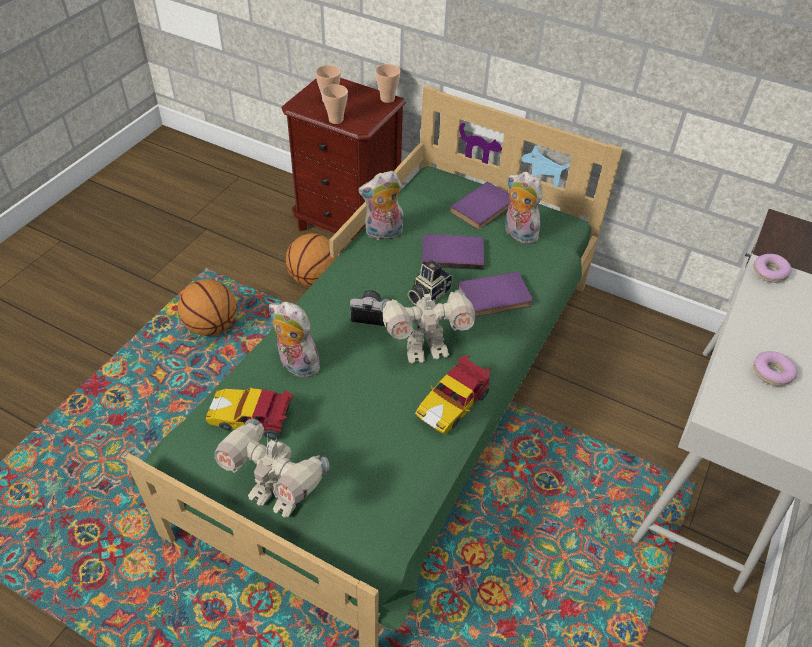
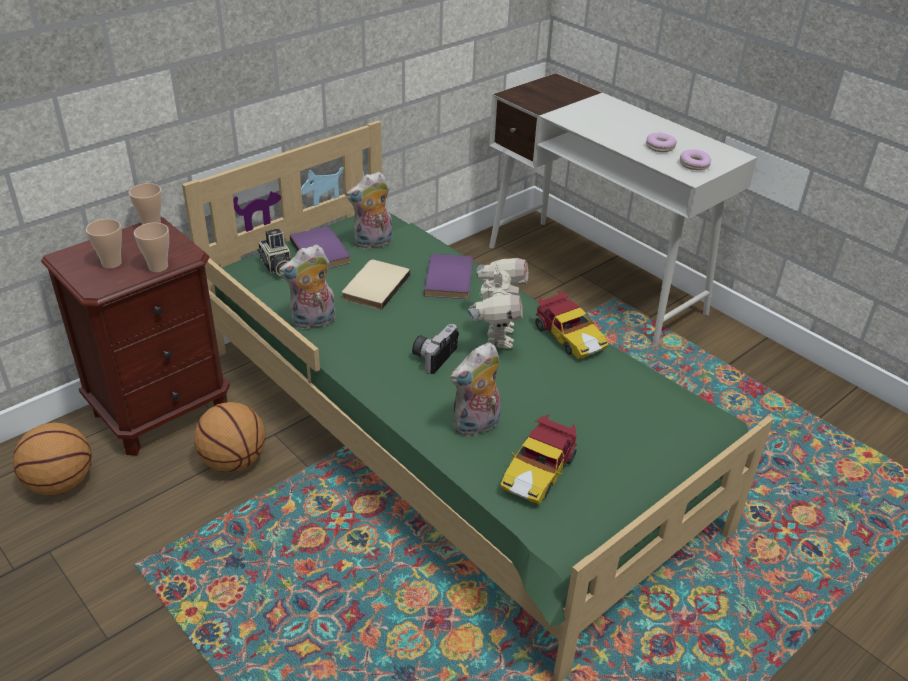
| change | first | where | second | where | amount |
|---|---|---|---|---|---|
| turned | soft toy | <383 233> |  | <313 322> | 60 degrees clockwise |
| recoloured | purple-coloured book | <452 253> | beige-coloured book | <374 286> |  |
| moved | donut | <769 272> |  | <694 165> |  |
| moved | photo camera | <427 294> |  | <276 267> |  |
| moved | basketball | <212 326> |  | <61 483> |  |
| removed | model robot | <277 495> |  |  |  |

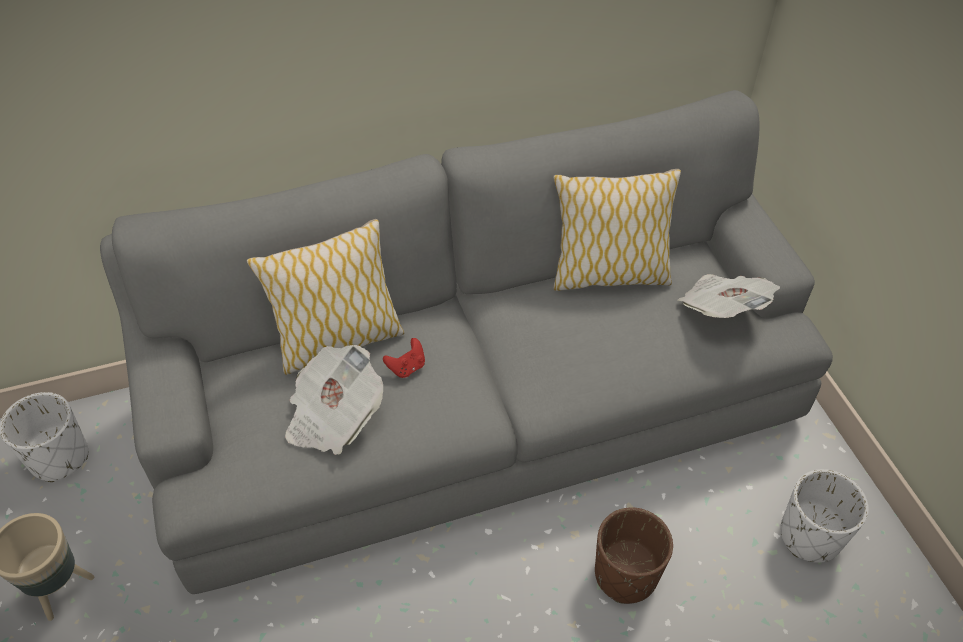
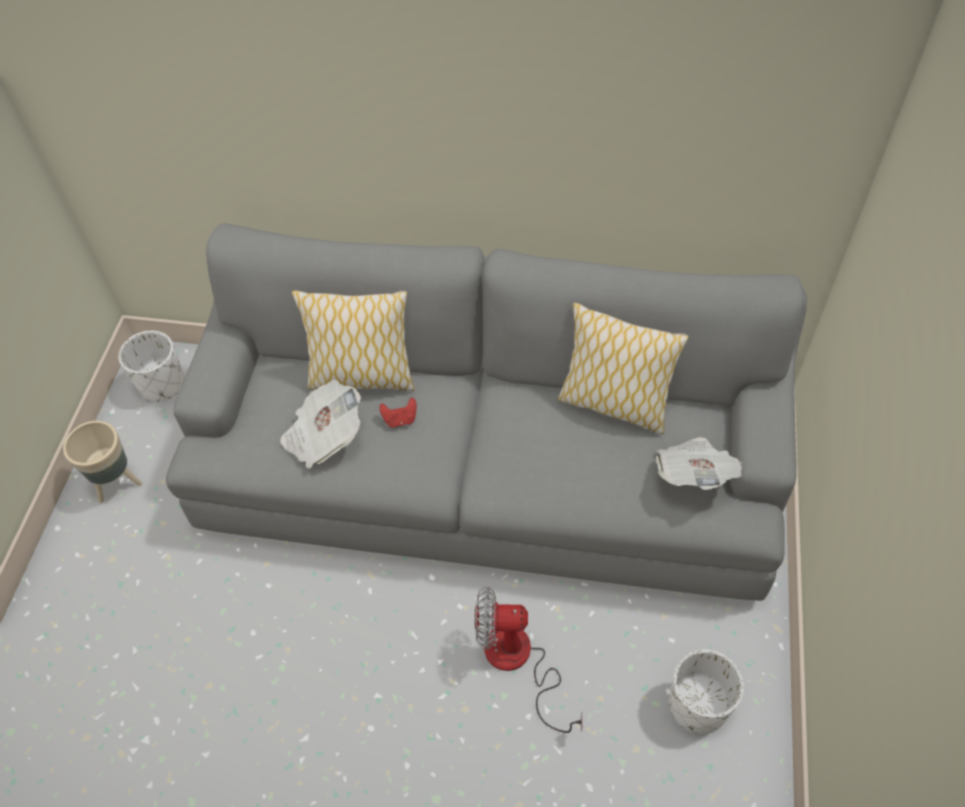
| change | first | where | second | where | amount |
|---|---|---|---|---|---|
| replaced | brownish planter | <625 575> | cooling fan | <518 662> |  |

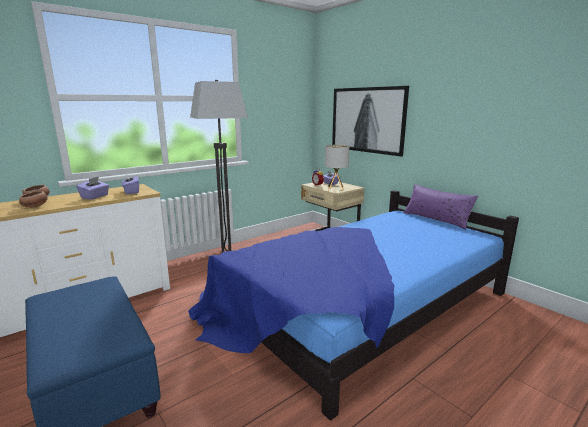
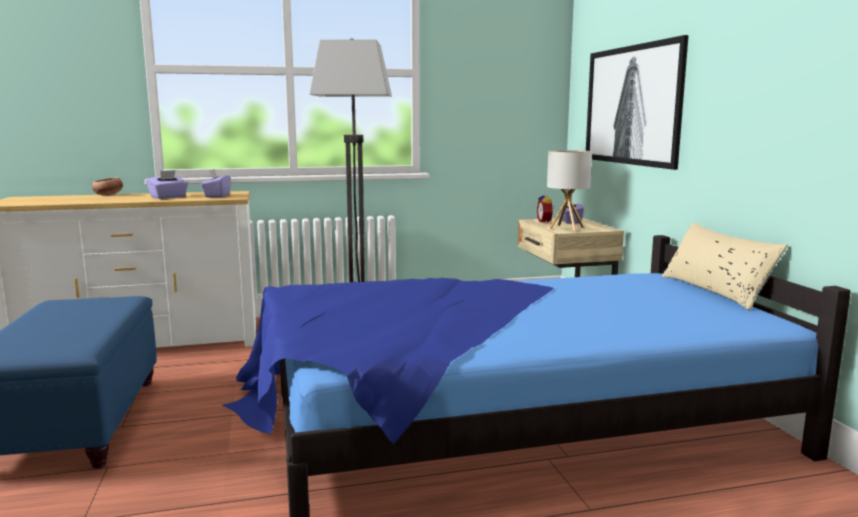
| change | first | where | second | where | amount |
|---|---|---|---|---|---|
| recoloured | purple-coloured throw pillow | <436 219> | beige-coloured throw pillow | <715 291> |  |
| removed | deep dish | <35 206> |  |  |  |

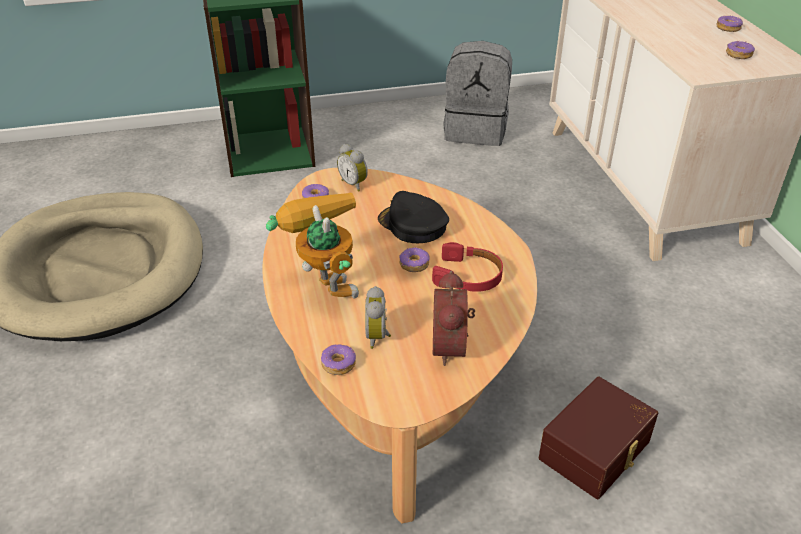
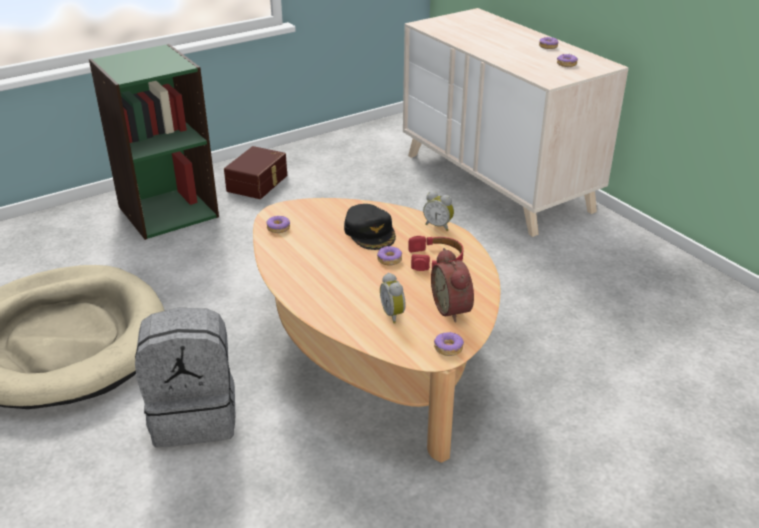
| change | first | where | second | where | amount |
|---|---|---|---|---|---|
| moved | greyish knapsack | <476 130> |  | <195 416> |  |
| moved | alarm clock | <354 184> |  | <438 225> |  |
| turned | blackish peaked cap | <412 225> |  | <370 232> | 135 degrees counterclockwise |
| removed | model robot | <323 283> |  |  |  |
| moved | donut | <338 364> |  | <448 348> |  |
| moved | brownish storage container | <597 451> |  | <258 183> |  |

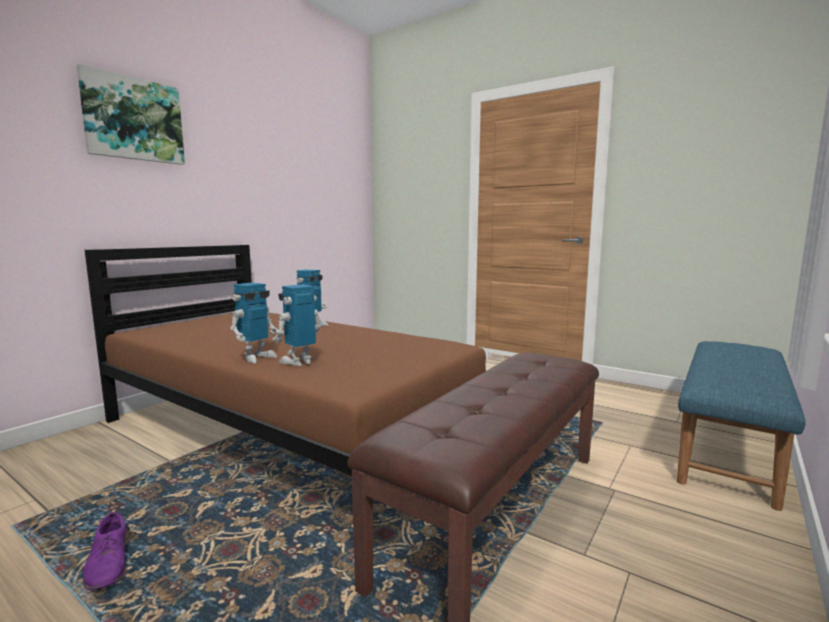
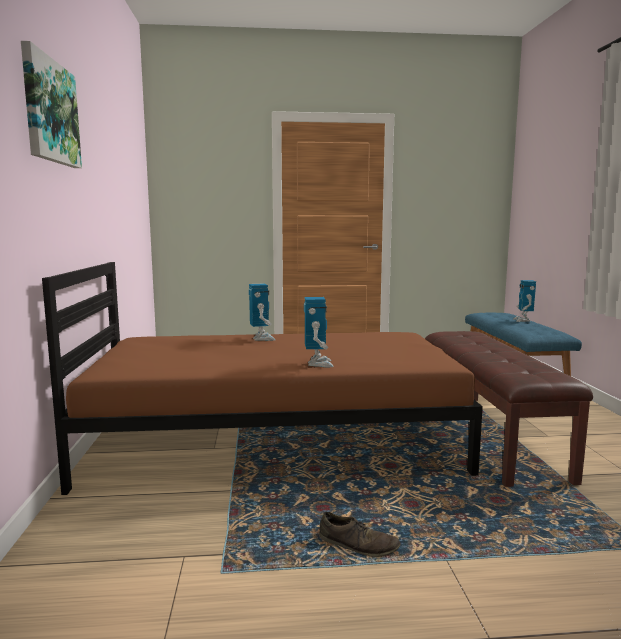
| change | first | where | second | where | amount |
|---|---|---|---|---|---|
| moved | model robot | <299 362> |  | <523 320> |  |
| recoloured | purple-coloured shoe | <109 563> | brownish shoe | <358 544> |  |

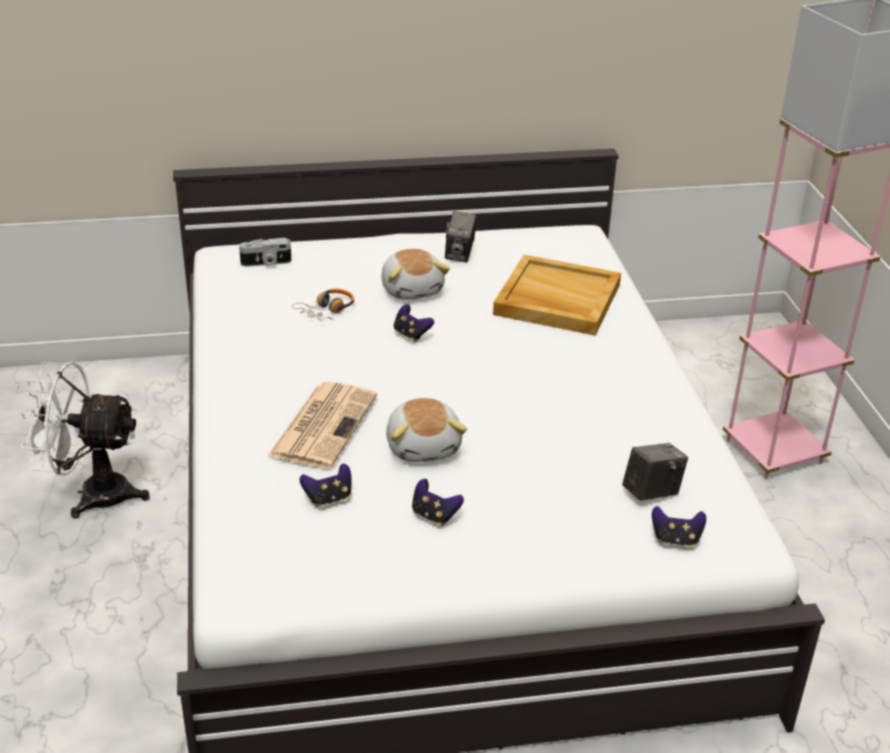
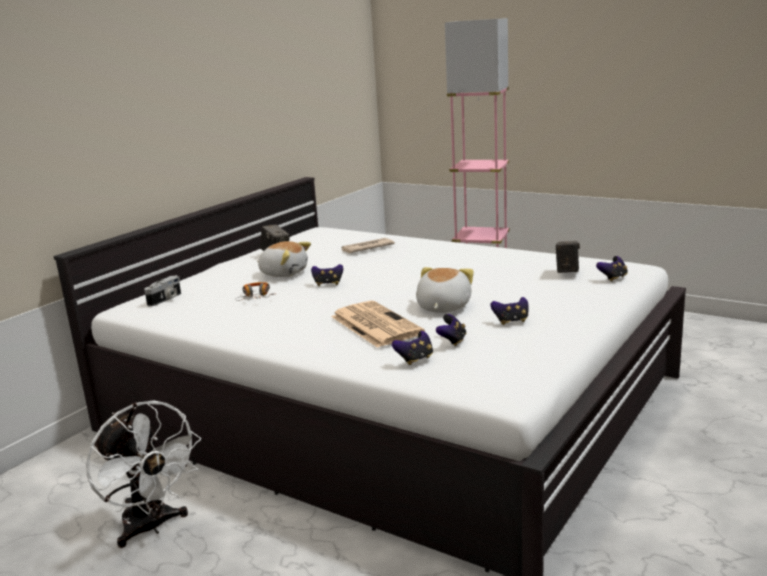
| change | first | where | second | where | amount |
|---|---|---|---|---|---|
| replaced | beige-coloured carrying tray | <556 300> | printed paper | <366 248> |  |
| turned | white cooling fan | <92 494> |  | <151 527> | 90 degrees counterclockwise |
| turned | soft toy | <424 446> |  | <442 307> | 105 degrees counterclockwise |
| added |  |  | game controller | <415 359> |  |

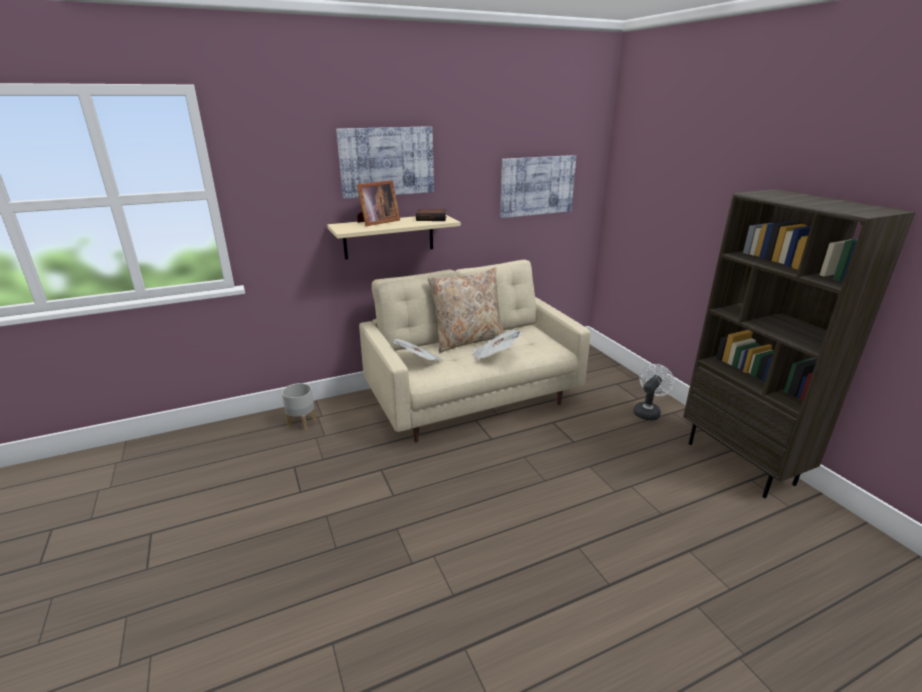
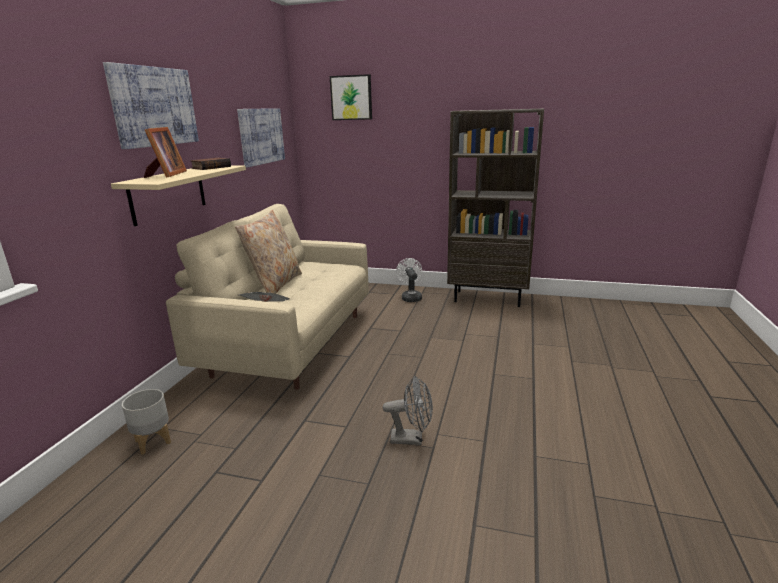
| change | first | where | second | where | amount |
|---|---|---|---|---|---|
| removed | printed paper | <495 356> |  |  |  |
| added |  |  | wall picture | <351 97> |  |
| added |  |  | greyish cooling fan | <412 439> |  |

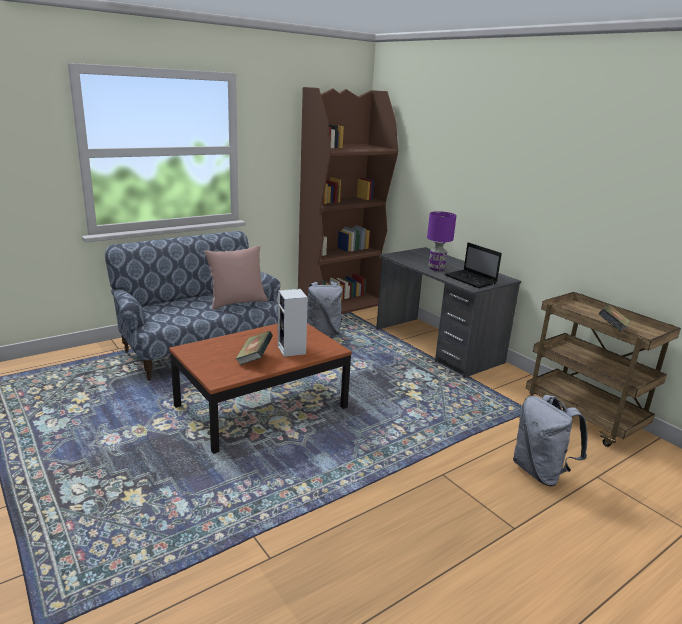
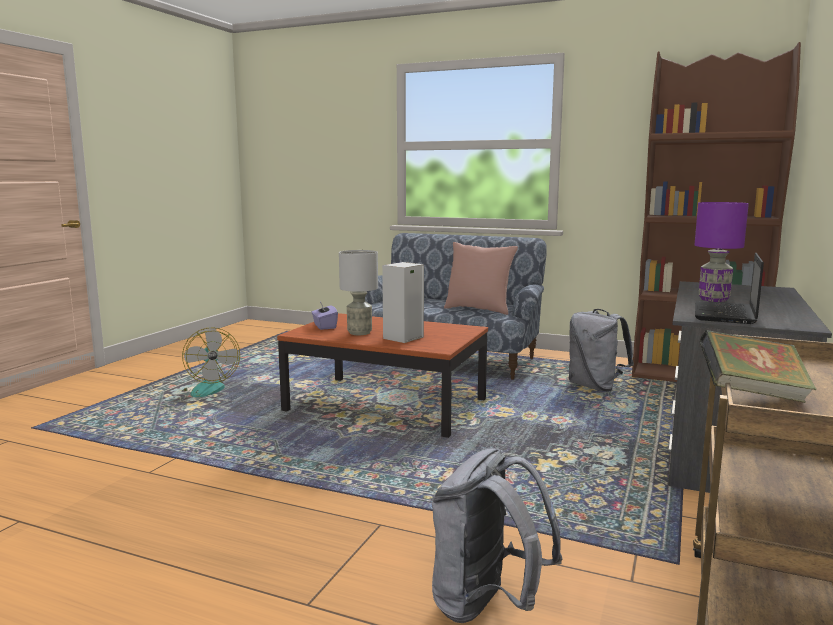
| change | first | where | second | where | amount |
|---|---|---|---|---|---|
| replaced | book | <254 359> | greyish table lamp | <359 333> |  |
| added |  |  | purple-coloured tissue holder | <324 326> |  |
| added |  |  | cooling fan | <206 388> |  |

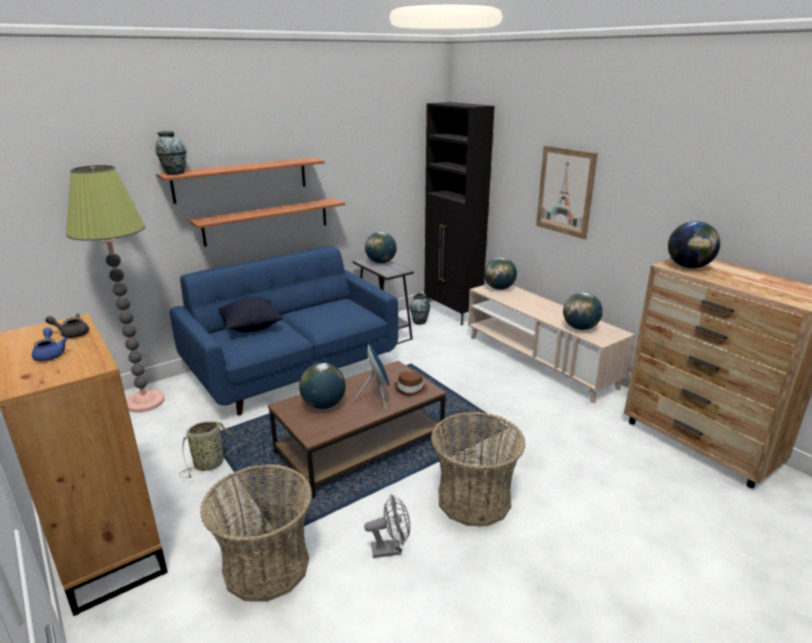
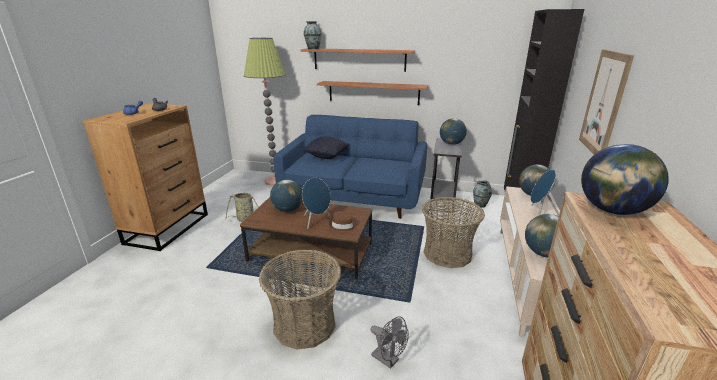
| change | first | where | second | where | amount |
|---|---|---|---|---|---|
| moved | household basket | <266 566> |  | <447 253> |  |
| moved | greyish cooling fan | <391 549> |  | <388 360> |  |
| added |  |  | blue-coloured loudspeaker | <538 213> |  |

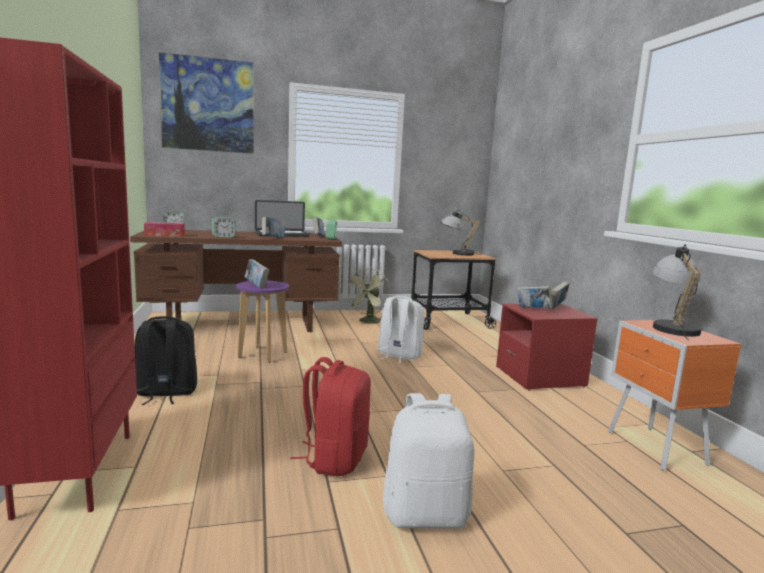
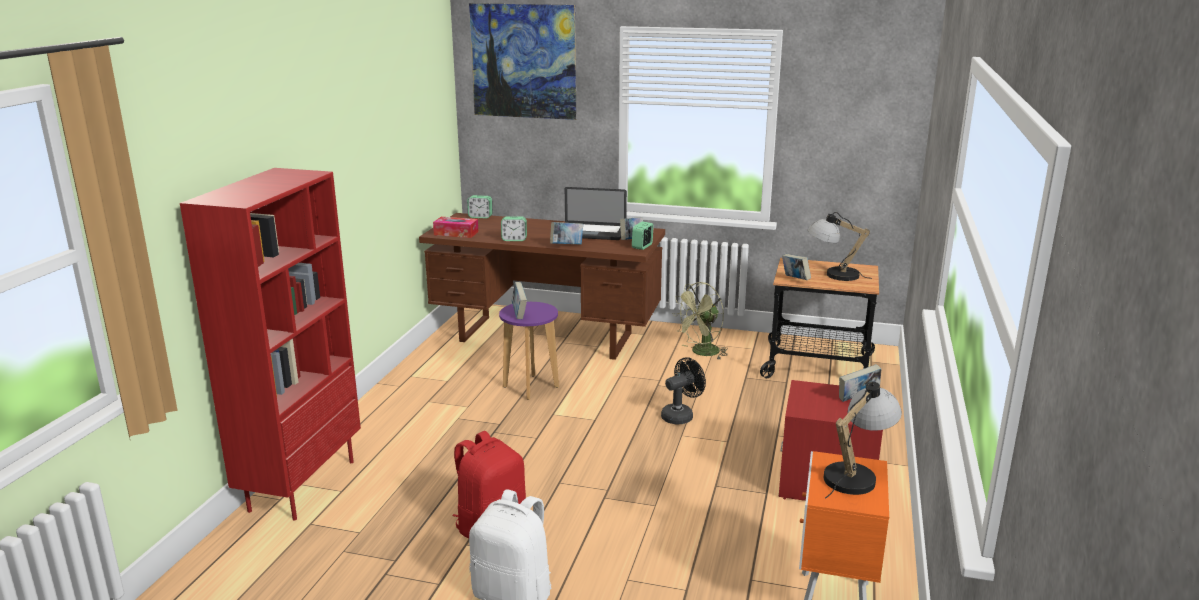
| change | first | where | second | where | amount |
|---|---|---|---|---|---|
| moved | book | <533 310> |  | <795 279> |  |
| replaced | white knapsack | <398 356> | blackish cooling fan | <681 415> |  |
| removed | blackish knapsack | <165 393> |  |  |  |

